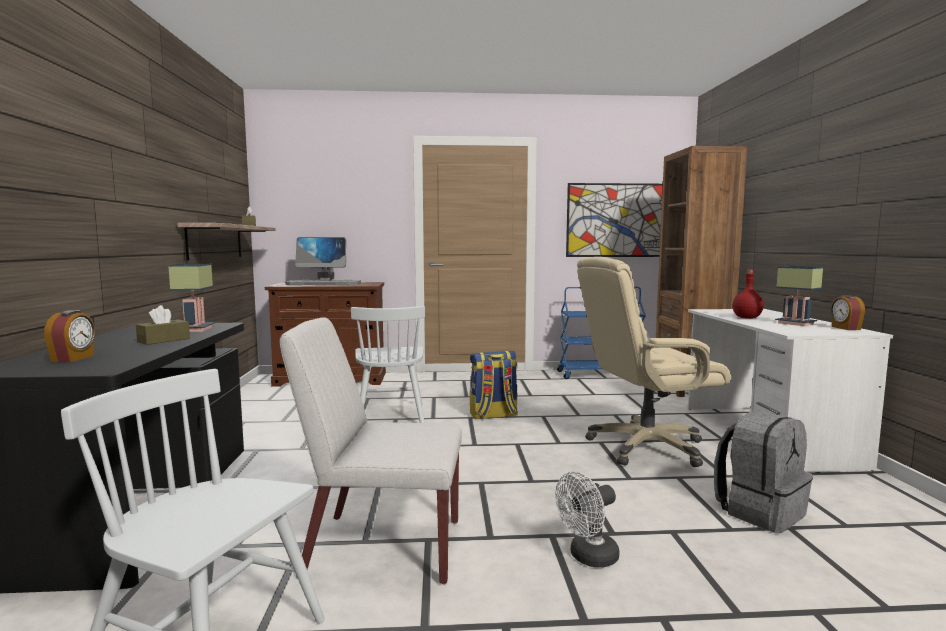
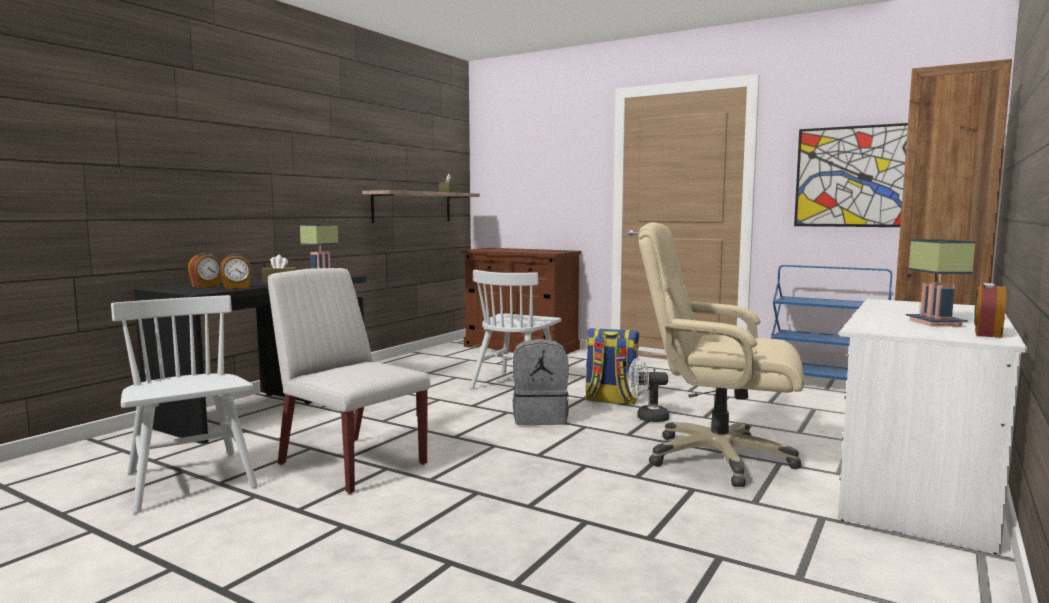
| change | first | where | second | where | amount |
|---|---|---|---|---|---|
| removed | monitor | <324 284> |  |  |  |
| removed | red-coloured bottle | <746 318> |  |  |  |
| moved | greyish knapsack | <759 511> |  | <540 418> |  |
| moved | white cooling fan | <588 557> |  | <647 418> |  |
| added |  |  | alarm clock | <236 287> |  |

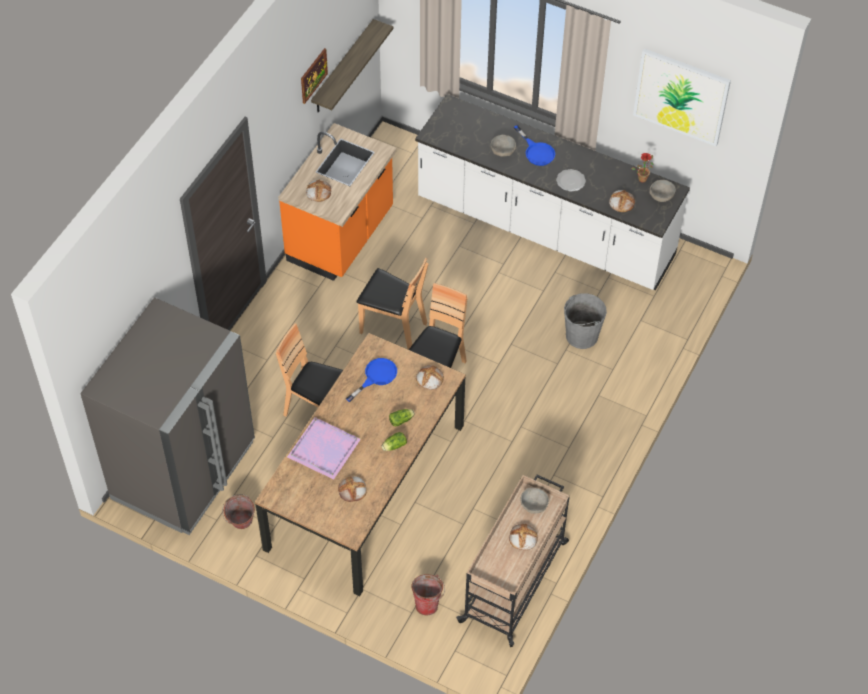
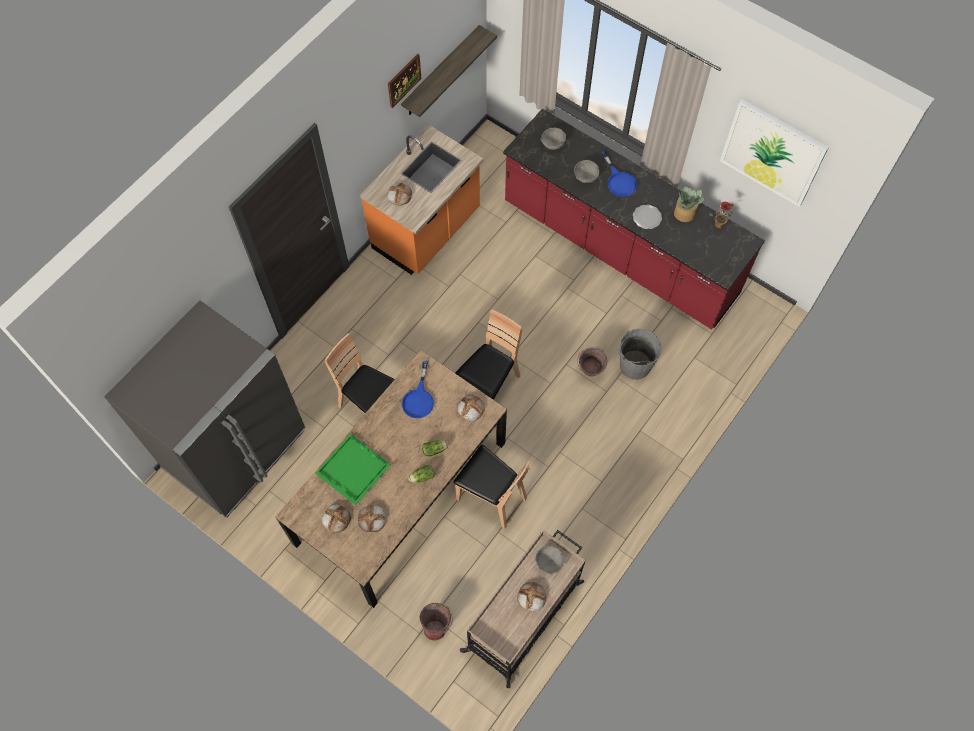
| change | first | where | second | where | amount |
|---|---|---|---|---|---|
| recoloured | white kitchen counter | <545 229> | red-coloured kitchen counter | <619 250> |  |
| moved | greyish deep dish | <661 196> |  | <553 143> |  |
| moved | bread | <621 202> |  | <336 518> |  |
| moved | brownish plain chair | <393 327> |  | <491 497> |  |
| turned | blue-coloured pan | <376 377> |  | <419 399> | 135 degrees clockwise |
| recoloured | purple-coloured carrying tray | <325 448> | green-coloured carrying tray | <354 469> |  |
| moved | pail | <240 525> |  | <589 372> |  |
| added |  |  | houseplant | <684 214> |  |

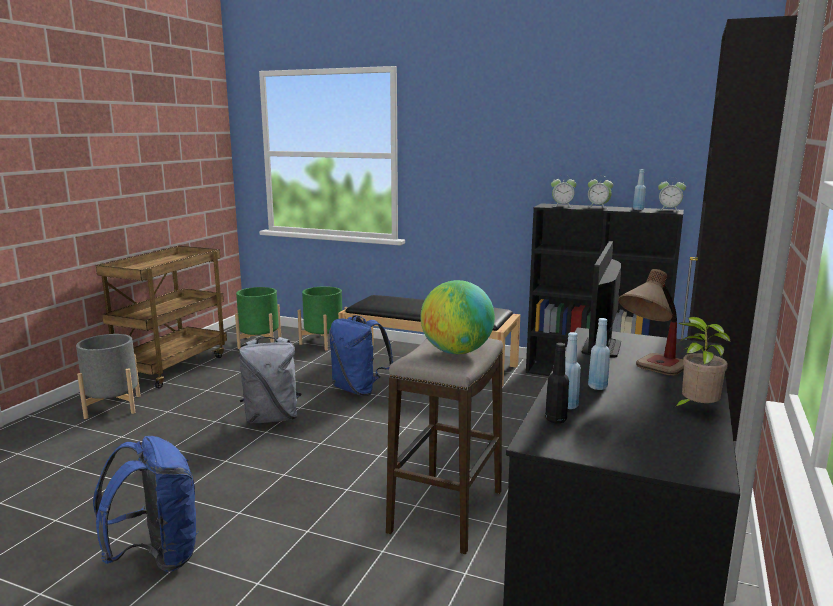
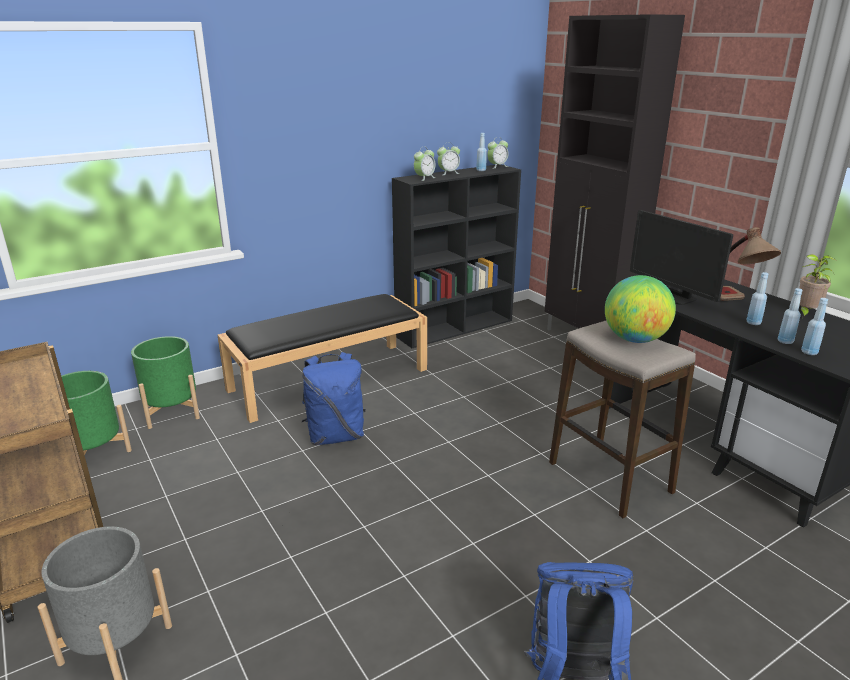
| change | first | where | second | where | amount |
|---|---|---|---|---|---|
| removed | greyish knapsack | <272 418> |  |  |  |
| recoloured | blackish bottle | <556 419> | blue-coloured bottle | <809 352> |  |

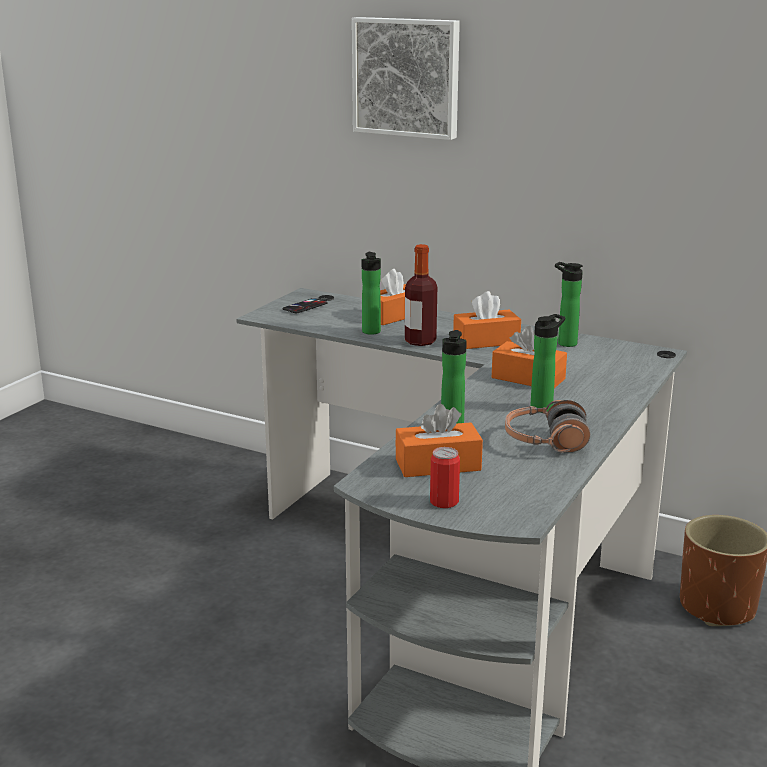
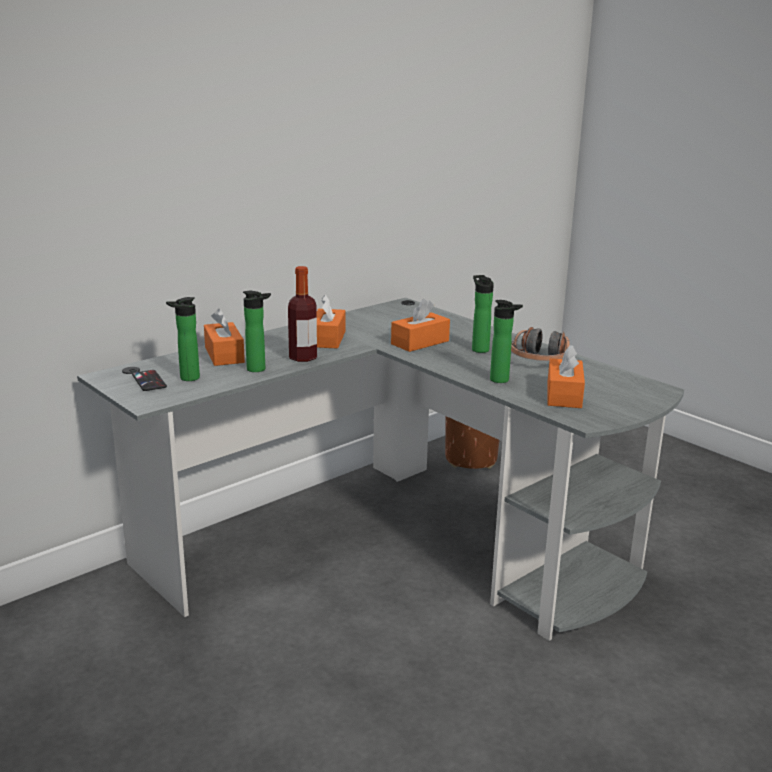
| change | first | where | second | where | amount |
|---|---|---|---|---|---|
| removed | wall picture | <407 77> |  |  |  |
| moved | bottle | <564 343> |  | <187 378> |  |
| removed | sealed can | <444 502> |  |  |  |

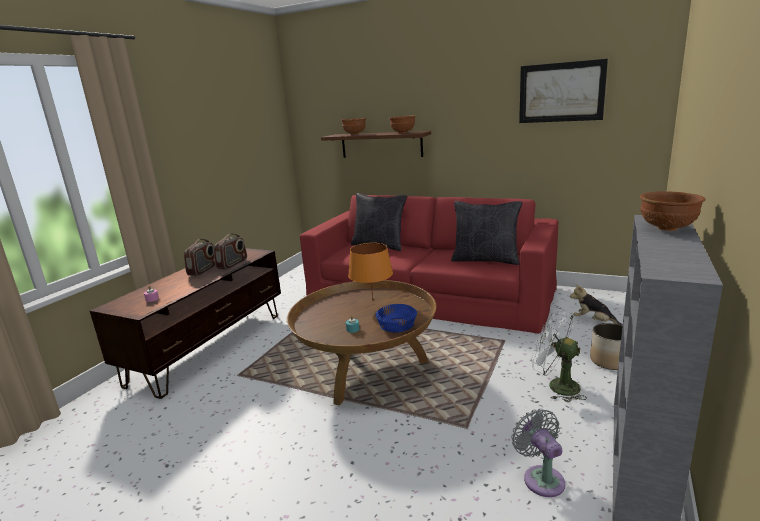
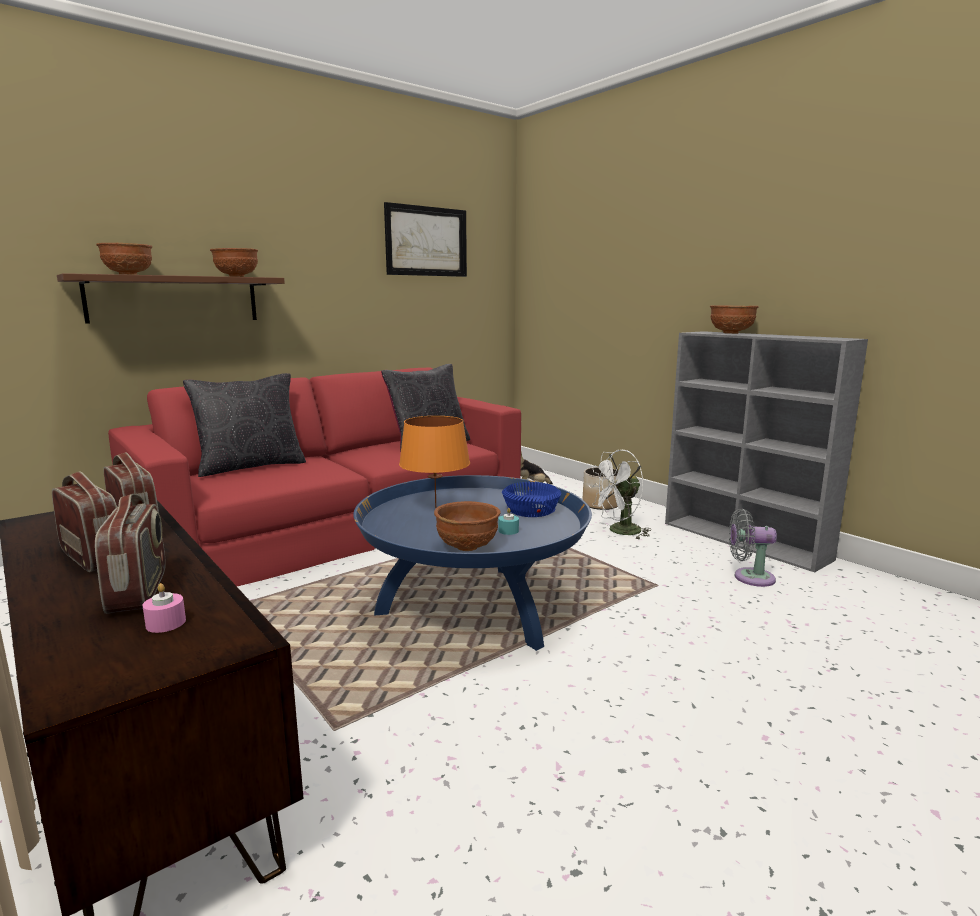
| change | first | where | second | where | amount |
|---|---|---|---|---|---|
| recoloured | brownish lounge table | <367 368> | blue-coloured lounge table | <473 607> |  |
| added |  |  | radio | <139 591> |  |
| added |  |  | brownish deep dish | <468 547> |  |

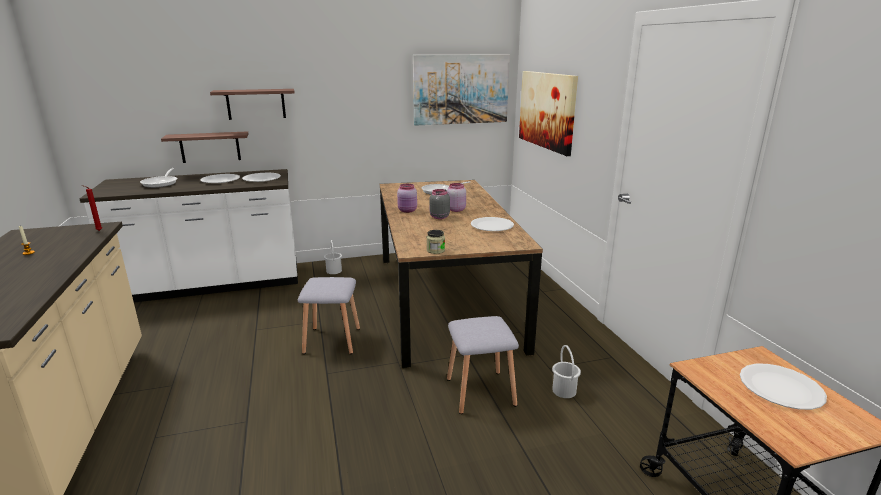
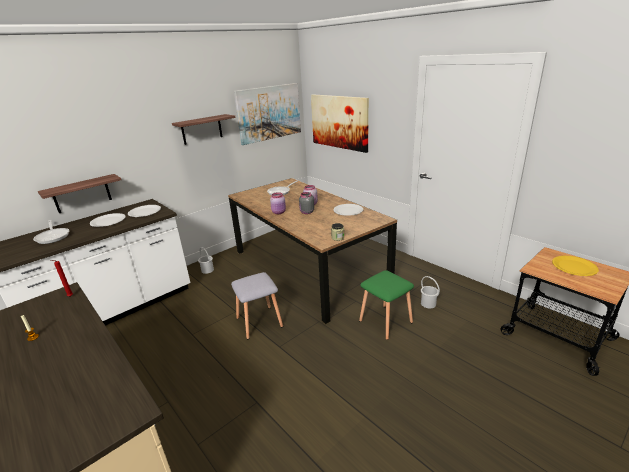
| change | first | where | second | where | amount |
|---|---|---|---|---|---|
| moved | wall shelf | <256 104> |  | <202 129> |  |
| recoloured | greyish stool | <479 392> | green-coloured stool | <385 322> |  |
| recoloured | white dinner plate | <781 388> | yellow-coloured dinner plate | <574 267> |  |

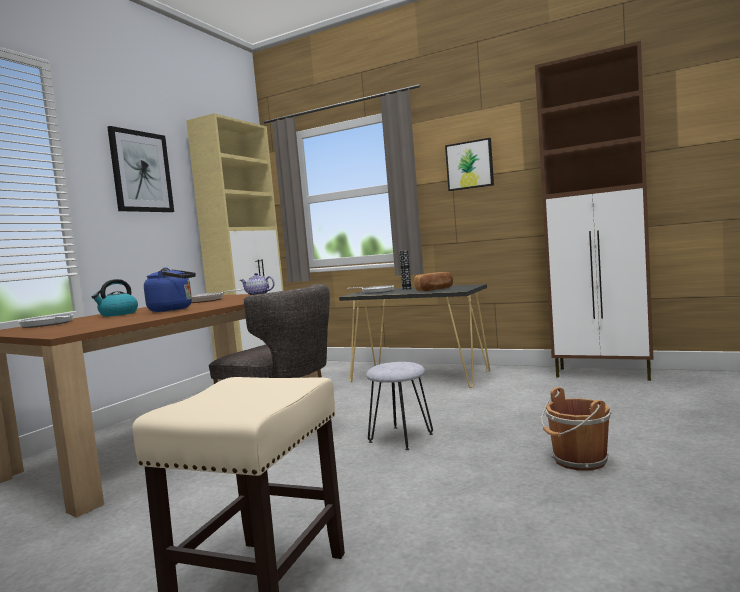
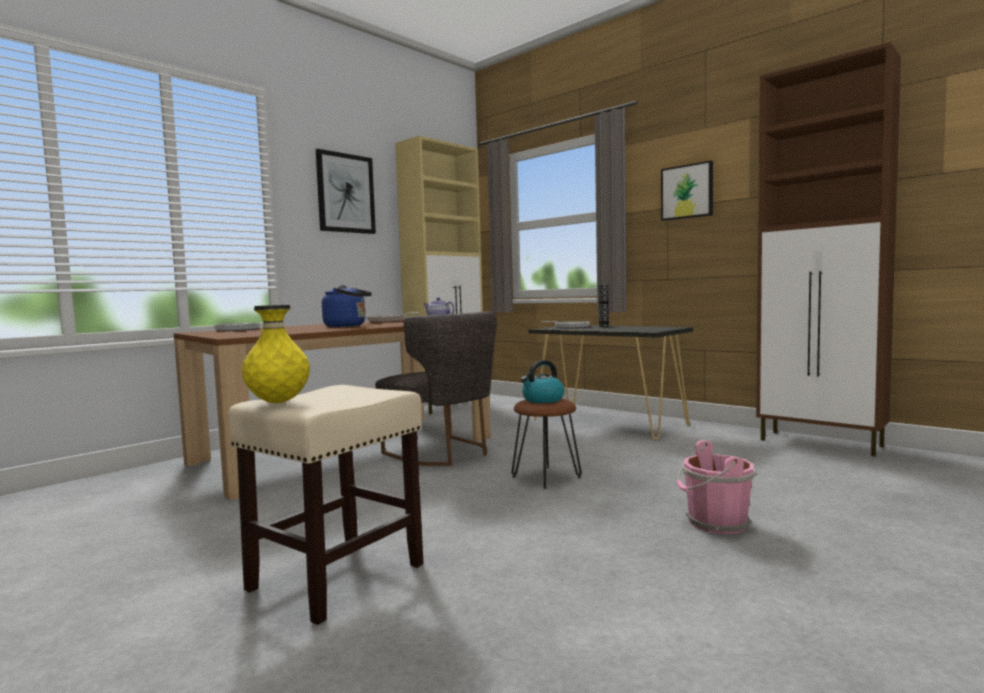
| change | first | where | second | where | amount |
|---|---|---|---|---|---|
| removed | bread | <435 289> |  |  |  |
| moved | tea kettle | <118 314> |  | <542 400> |  |
| recoloured | greyish stool | <401 438> | brownish stool | <546 477> |  |
| recoloured | brownish pail | <578 461> | pink pail | <715 523> |  |
| added |  |  | yellow-coloured vase | <278 402> |  |

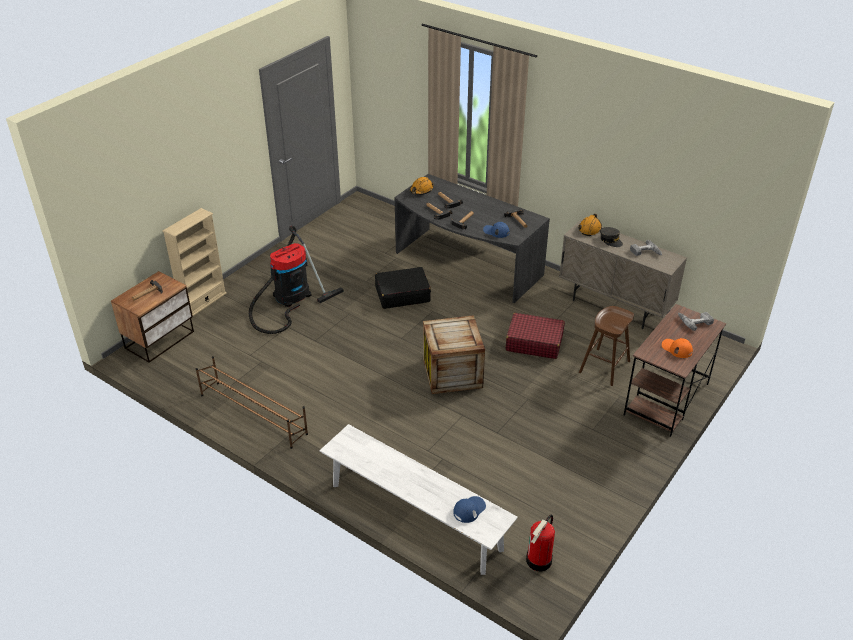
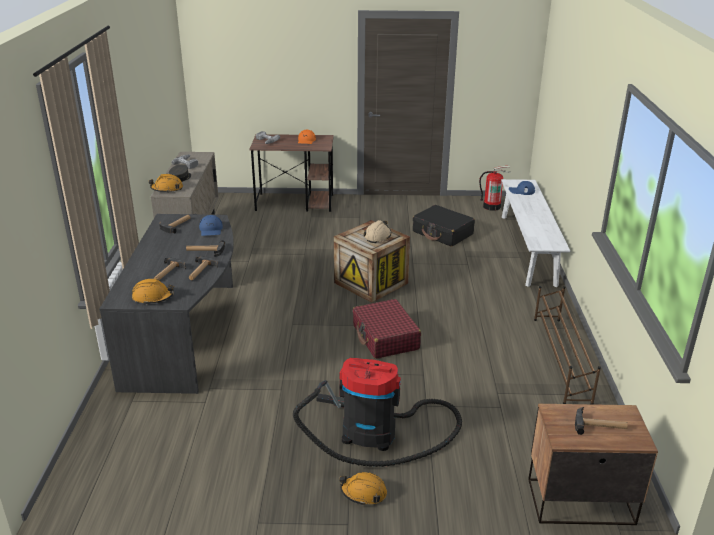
| change | first | where | second | where | amount |
|---|---|---|---|---|---|
| removed | beige-coloured bookcase | <203 302> |  |  |  |
| moved | blackish piece of luggage | <402 294> |  | <442 233> |  |
| removed | brownish stool | <604 367> |  |  |  |
| moved | red-coloured piece of luggage | <534 342> |  | <385 337> |  |
| added |  |  | beige-coloured hard hat | <377 236> |  |
| added |  |  | orange hard hat | <363 493> |  |

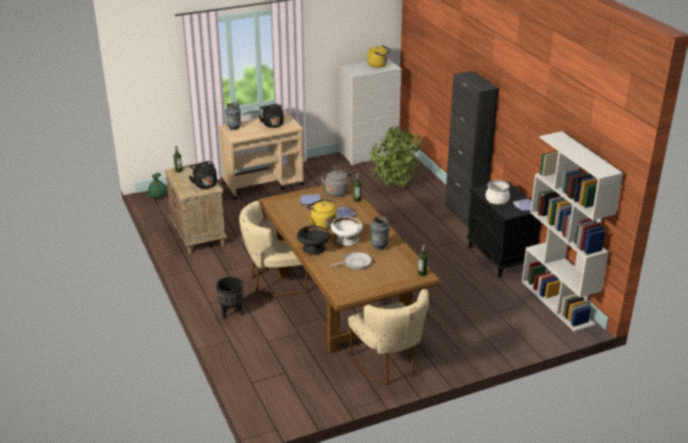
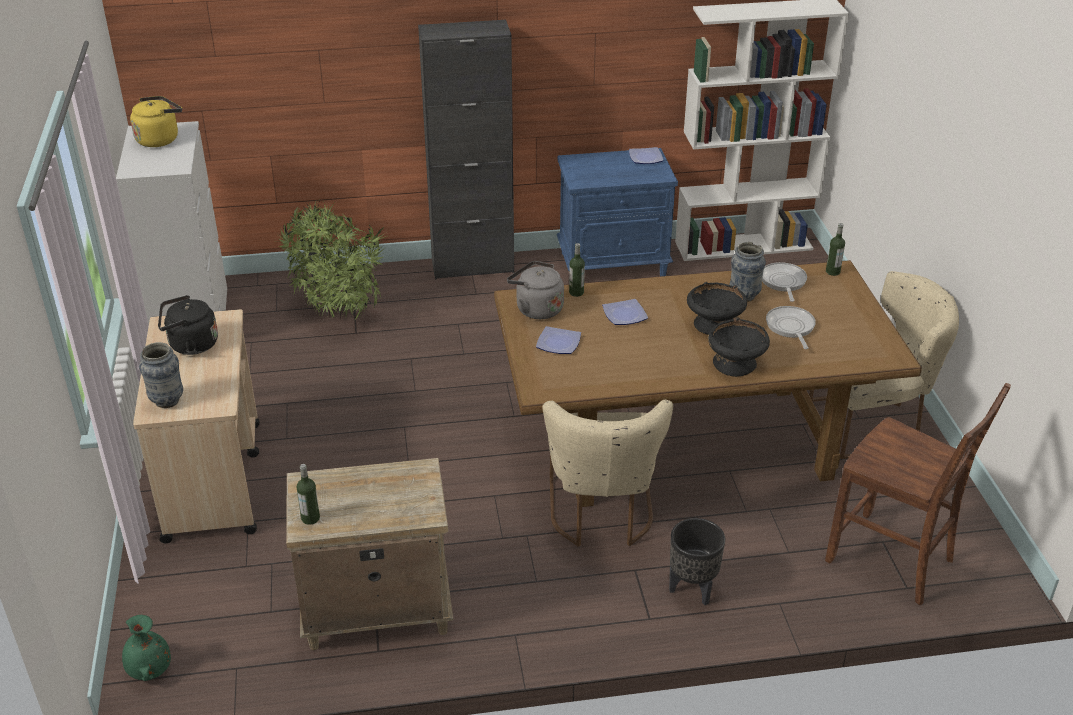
| change | first | where | second | where | amount |
|---|---|---|---|---|---|
| removed | blackish tea kettle | <204 184> |  |  |  |
| removed | stockpot | <497 199> |  |  |  |
| recoloured | blackish nightstand | <500 257> | blue-coloured nightstand | <614 263> |  |
| removed | yellow-coloured tea kettle | <322 224> |  |  |  |
| recoloured | white deep dish | <346 240> | blackish deep dish | <714 325> |  |
| added |  |  | pan | <783 282> |  |
| added |  |  | brownish plain chair | <892 561> |  |

